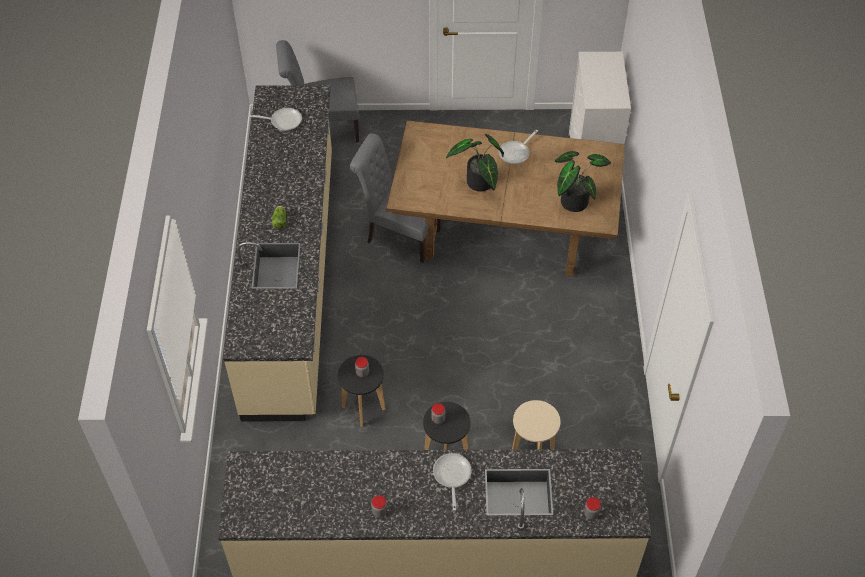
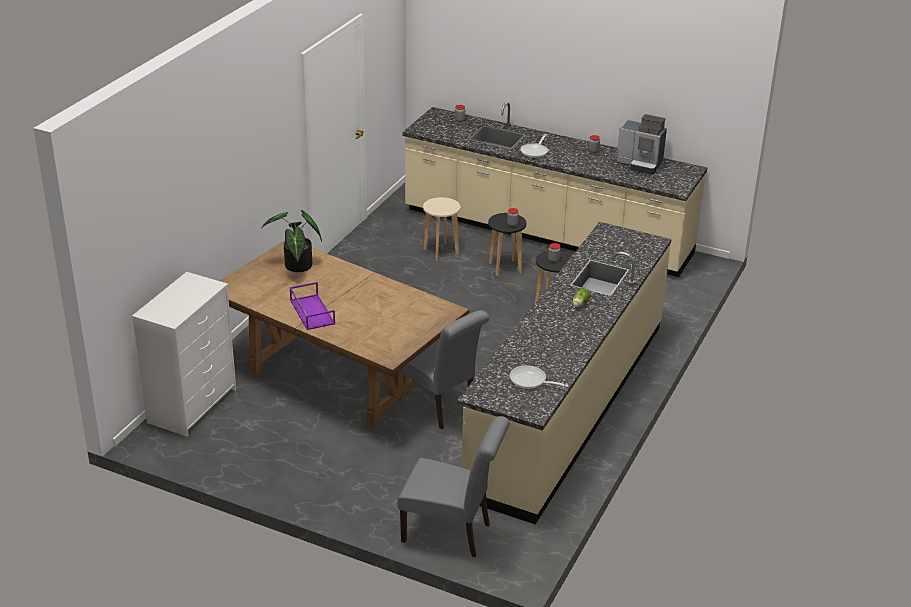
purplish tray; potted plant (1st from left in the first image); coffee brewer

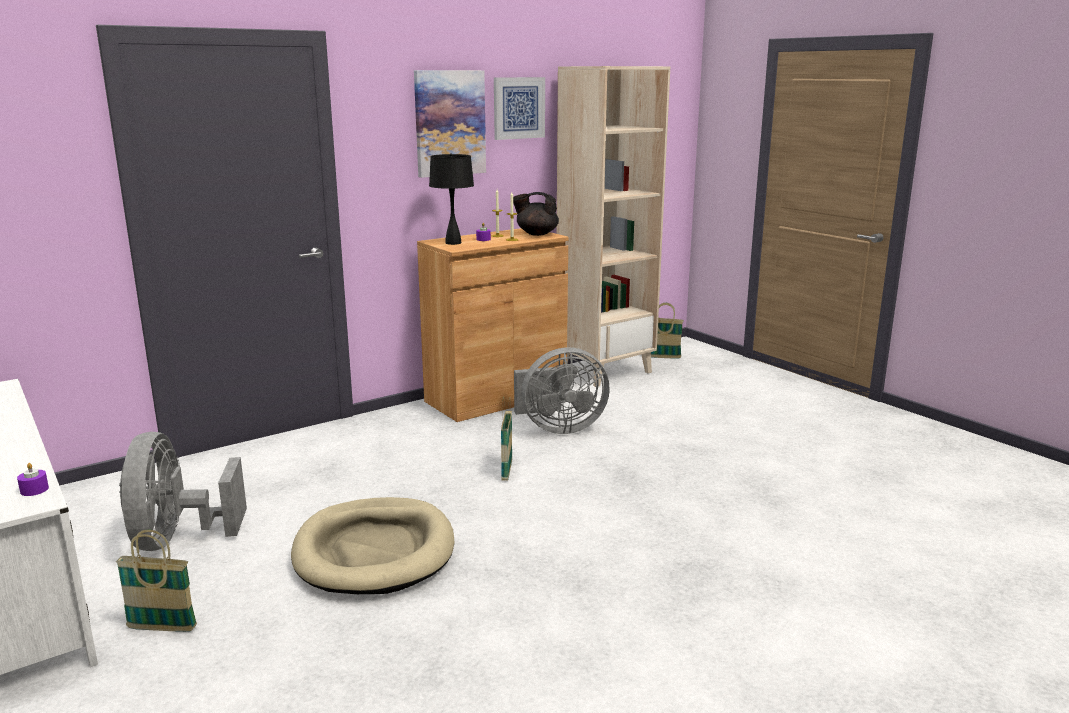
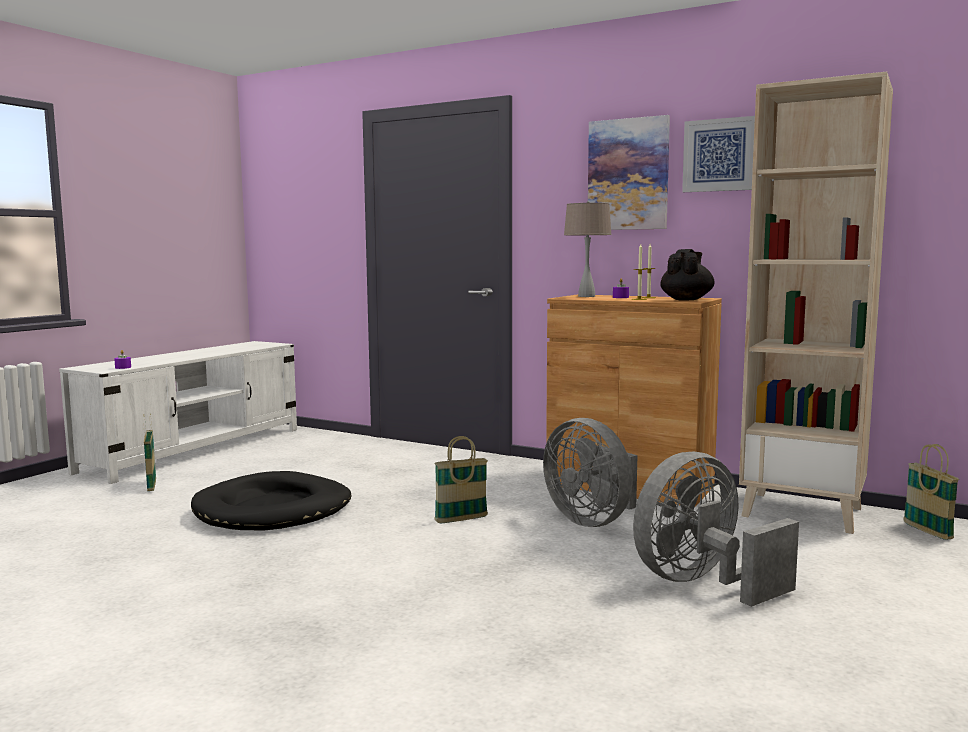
beige-coloured table lamp; blackish pot for tea; greyish electric fan (2nd from left); blackish dog cushion

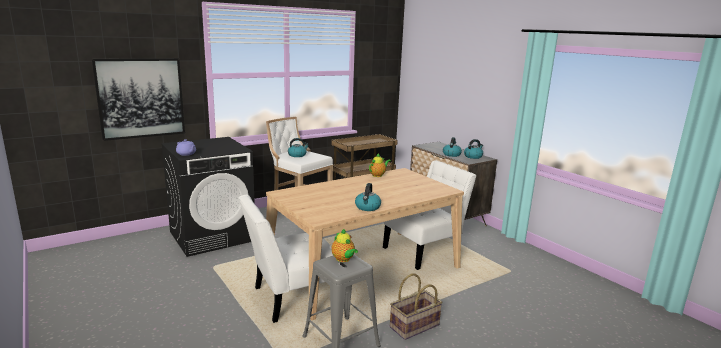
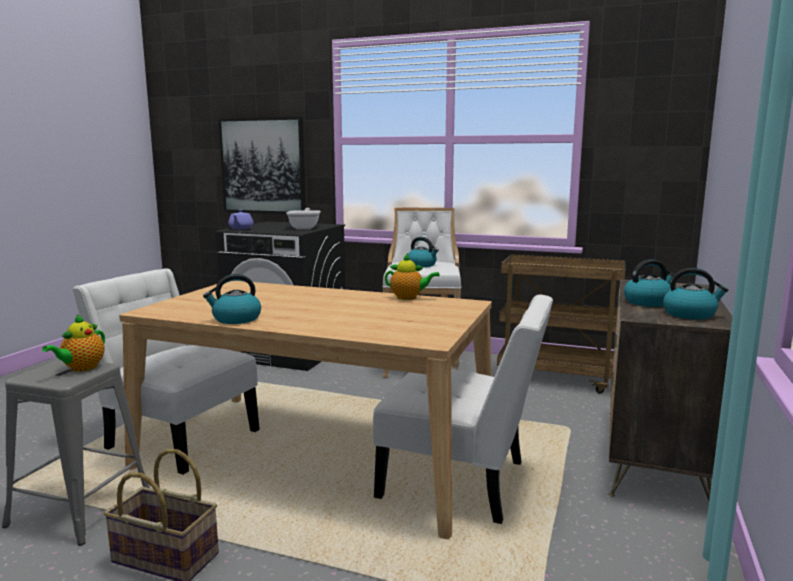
frying pan

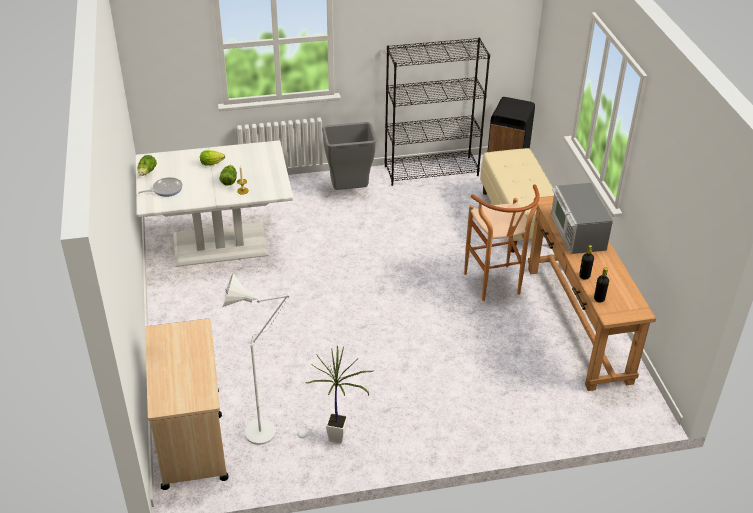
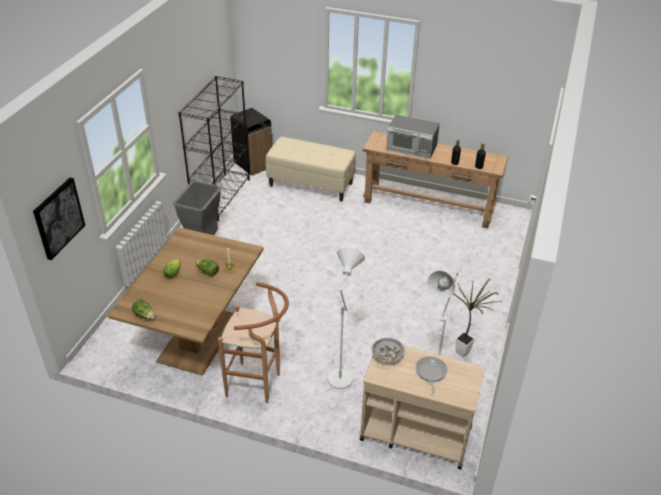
brown dining table; frying pan; brown sitting stool; picture; white-coloured standing lamp (1st from left); deep dish

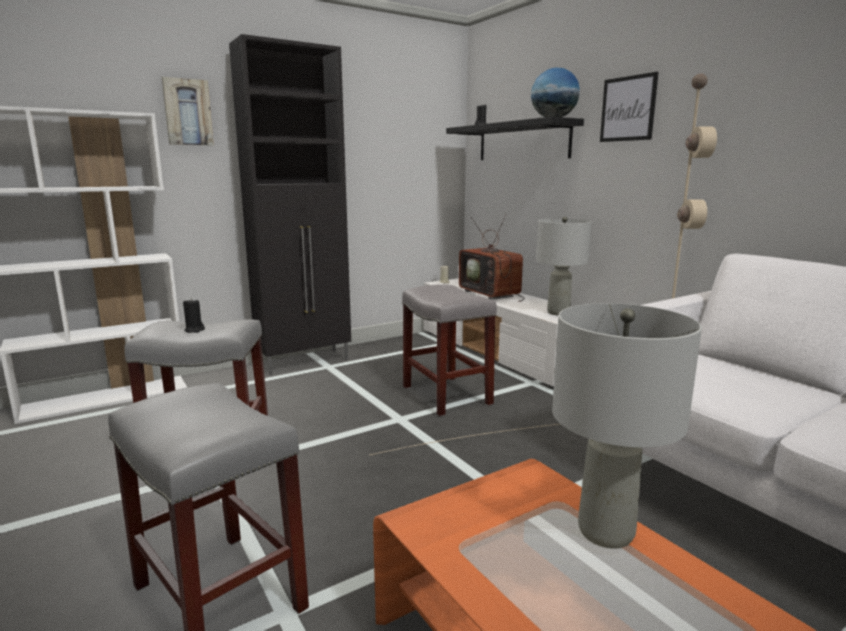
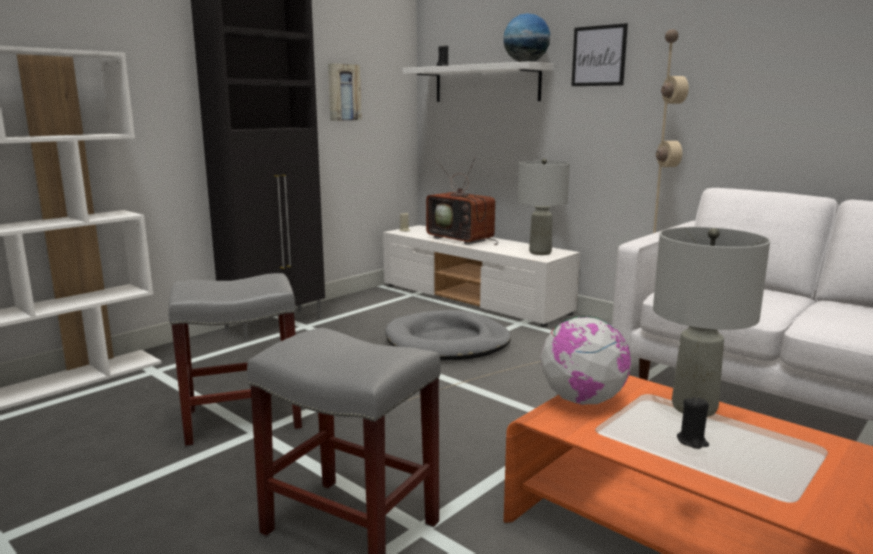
picture (1st from left); white-coloured bracket shelf; greyish dog cushion; blackish wax candle (2nd from left); globe (2nd from left)

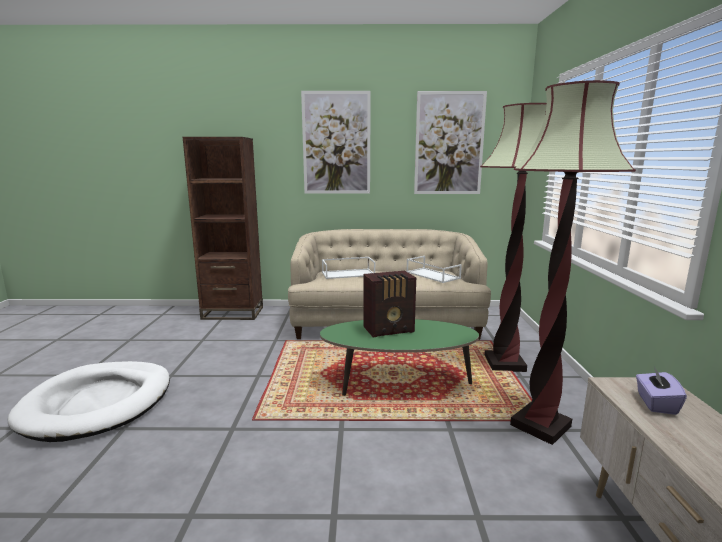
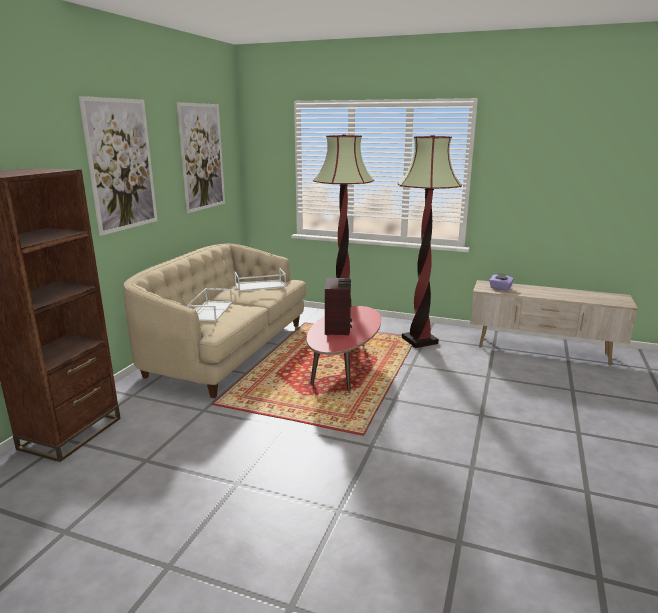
red-coloured low table; white-coloured dog cushion

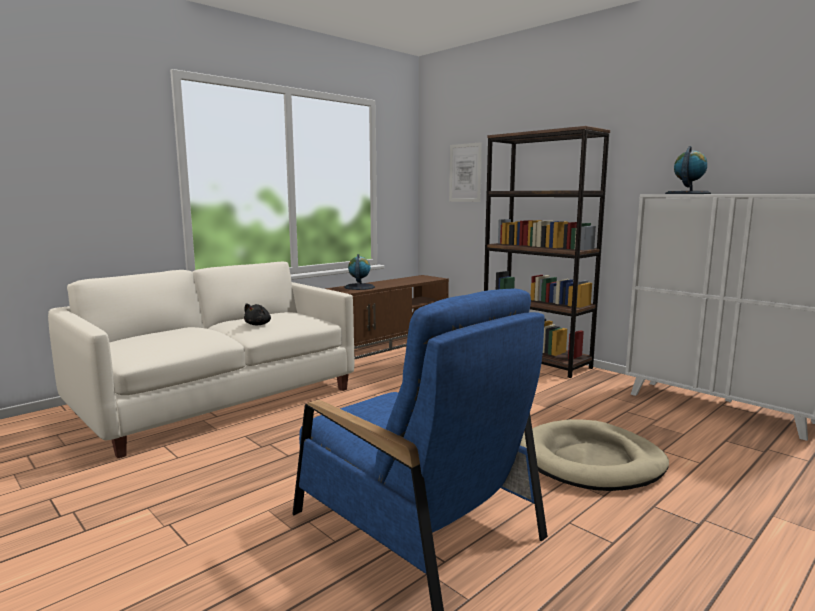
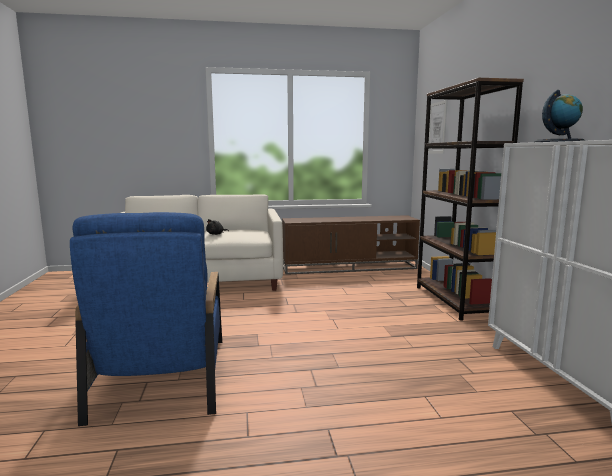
globe (1st from left in the first image); beige-coloured dog cushion

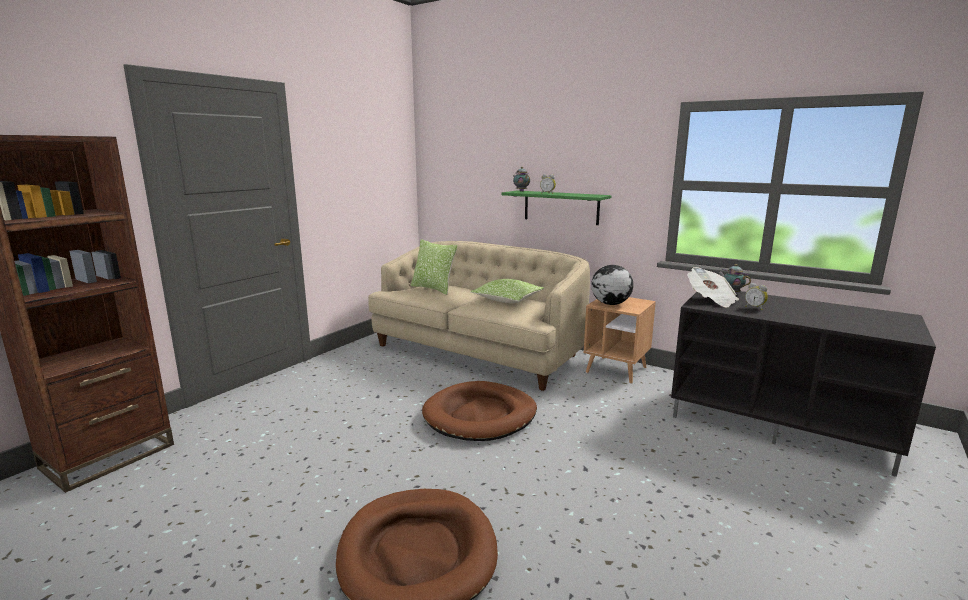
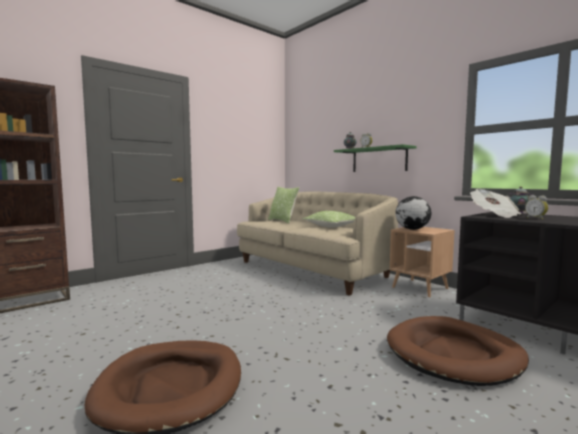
brown dog cushion (2nd from left)

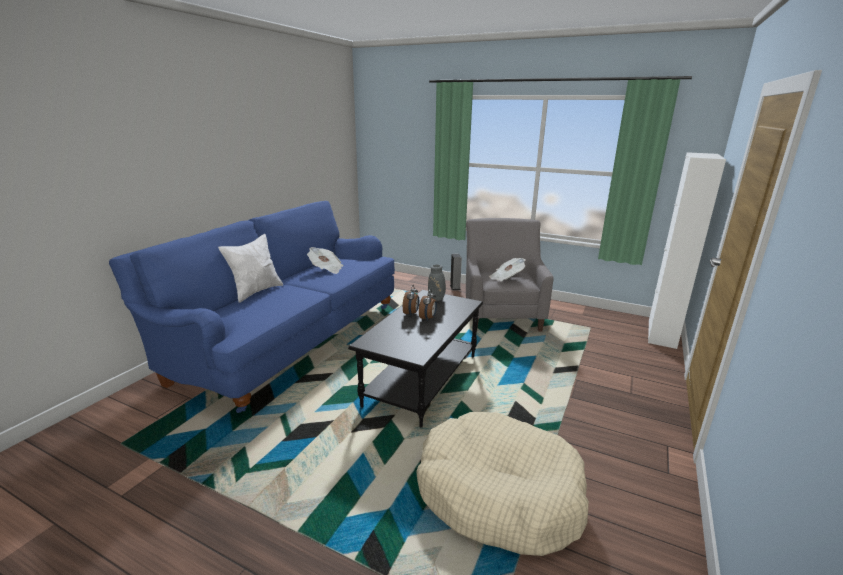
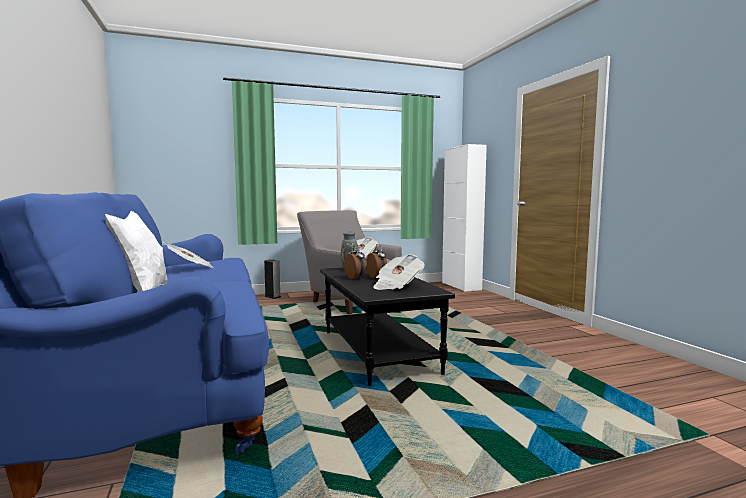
beige-coloured dog cushion; printed paper (3rd from left)

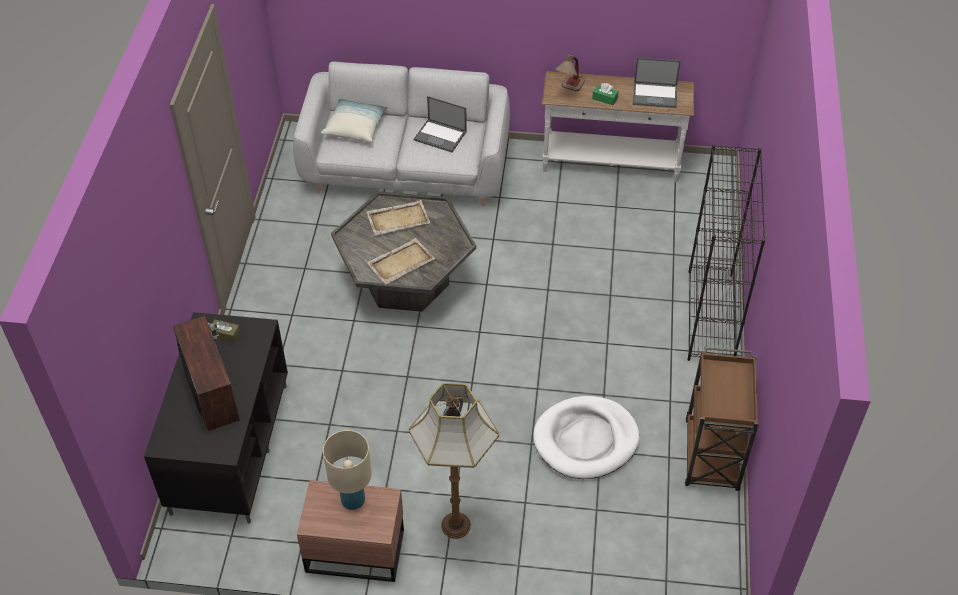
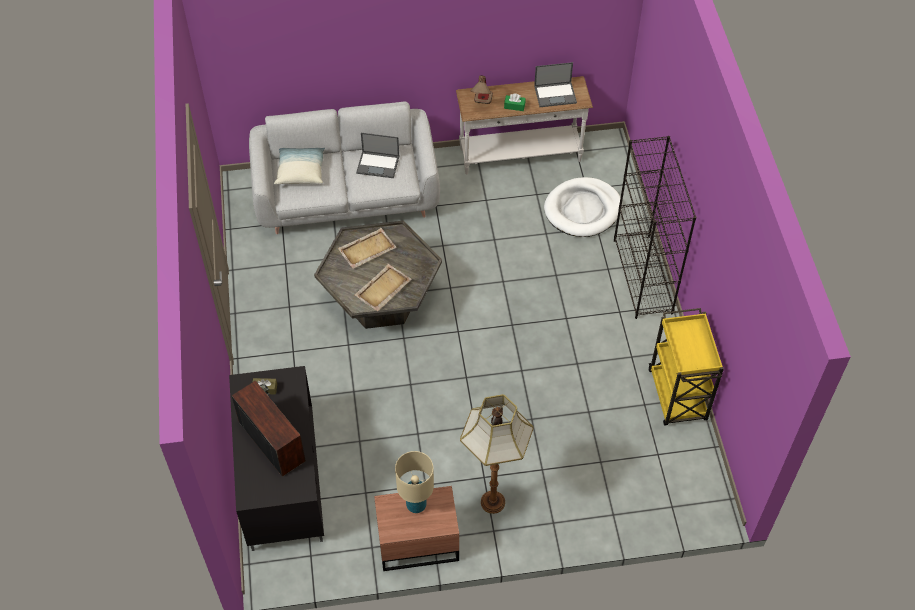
yellowish trolley; white-coloured dog cushion

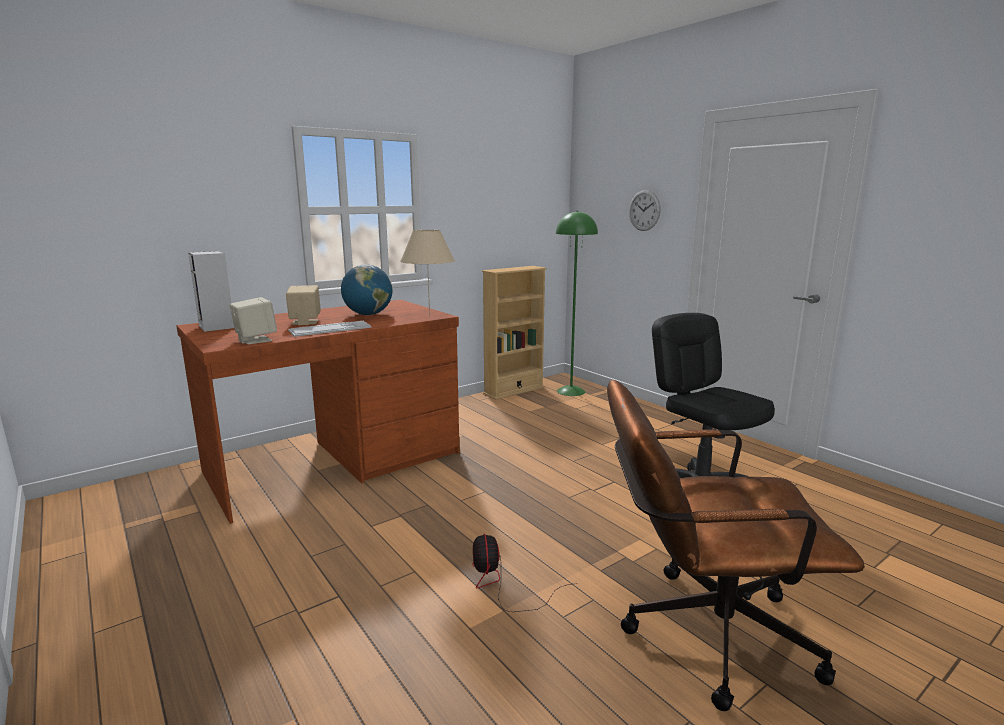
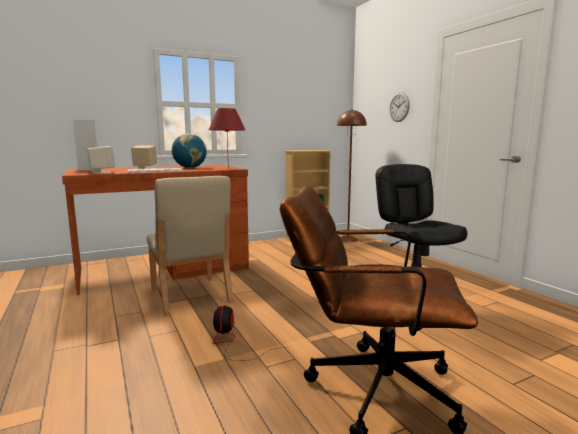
brown standing lamp; red-coloured table lamp; beige-coloured upright chair

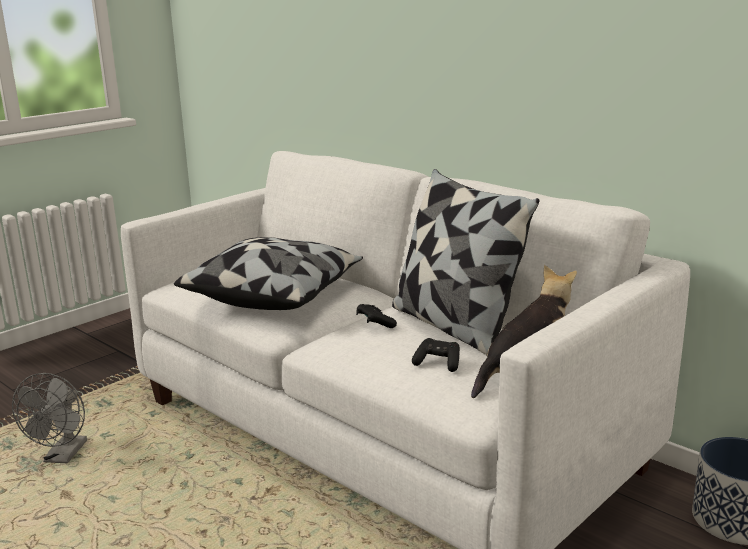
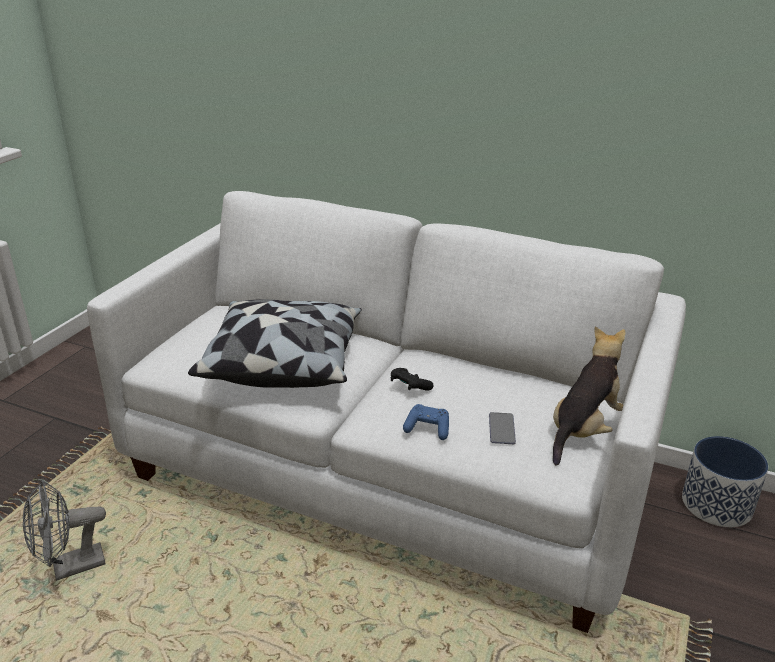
cushion (2nd from left in the first image); phone; greyish electric fan; blue-coloured gamepad

